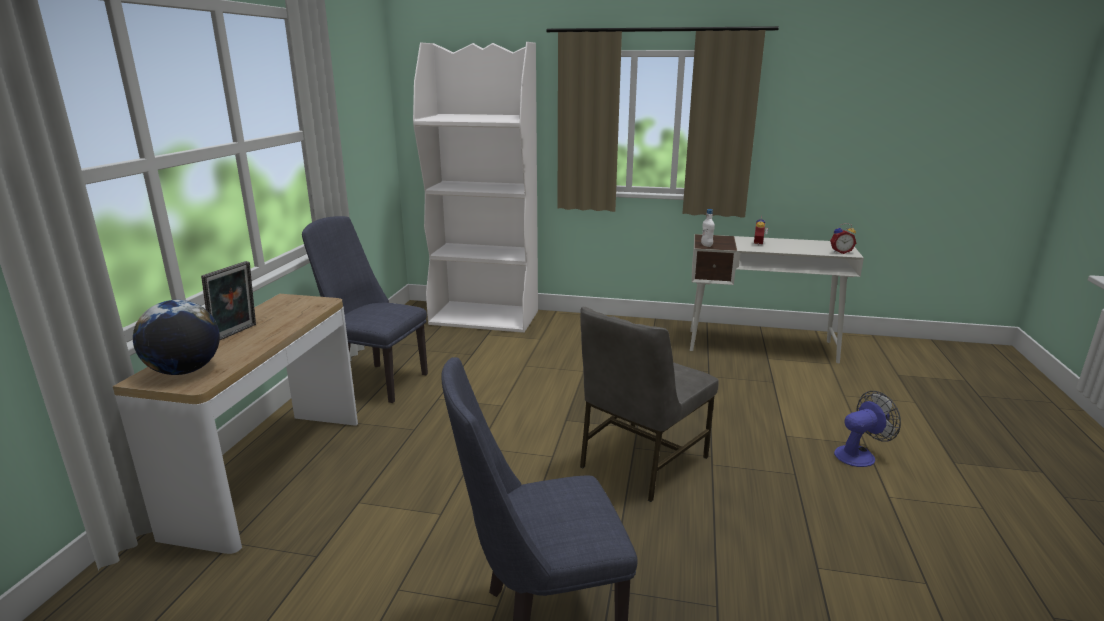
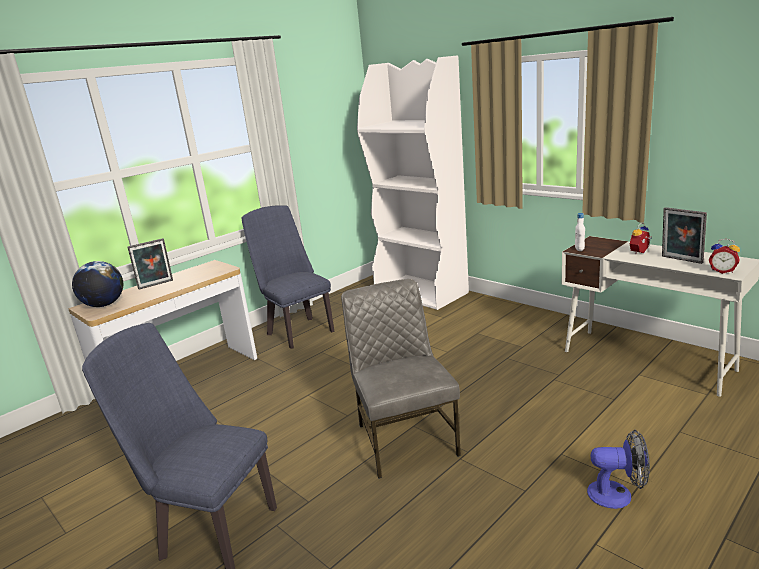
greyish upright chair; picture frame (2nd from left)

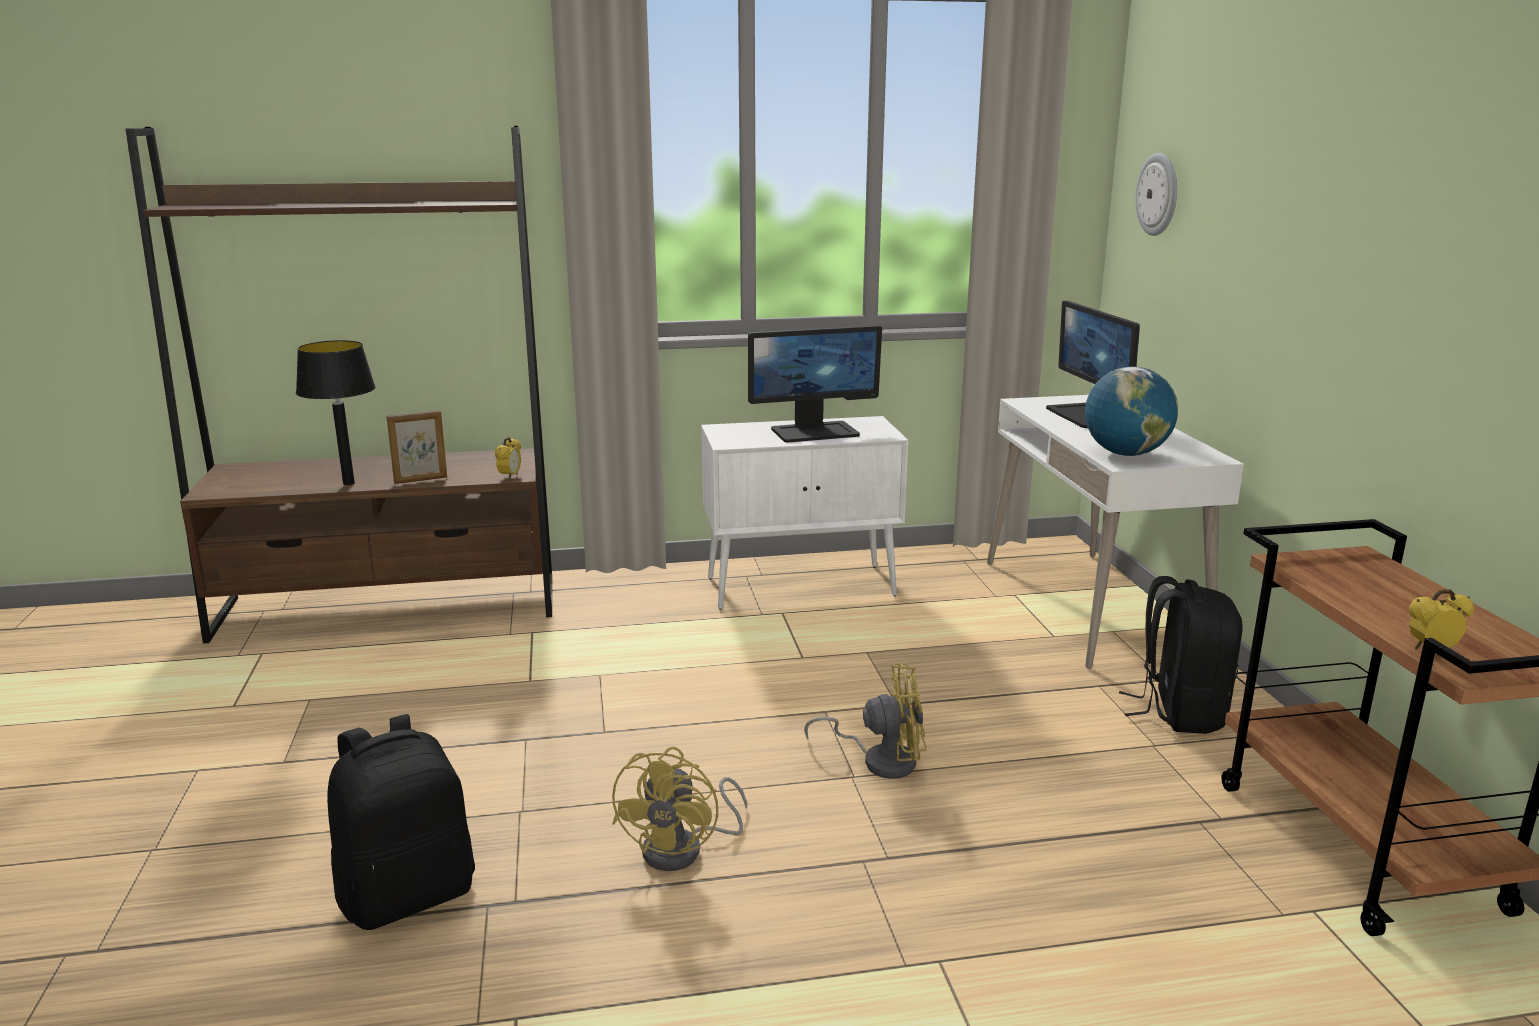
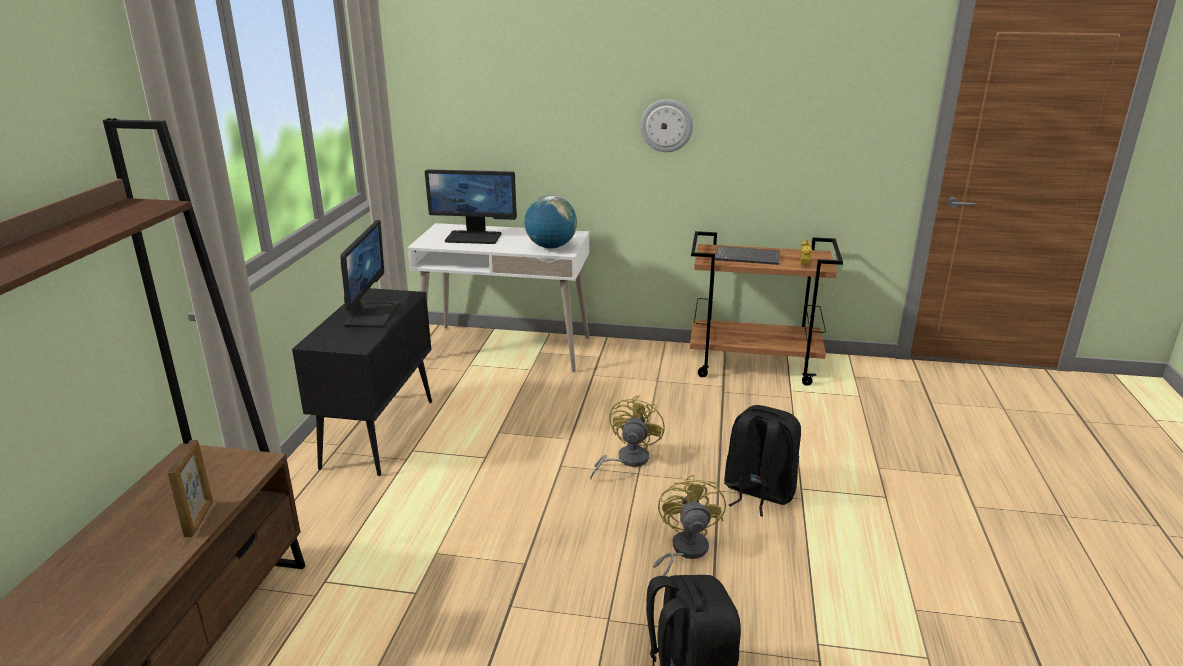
hanging clock; blackish table lamp; blackish storage cabinet; bedside clock (1st from left in the first image); blackish knapsack (2nd from left); yellowish electric fan (2nd from left); PC keyboard

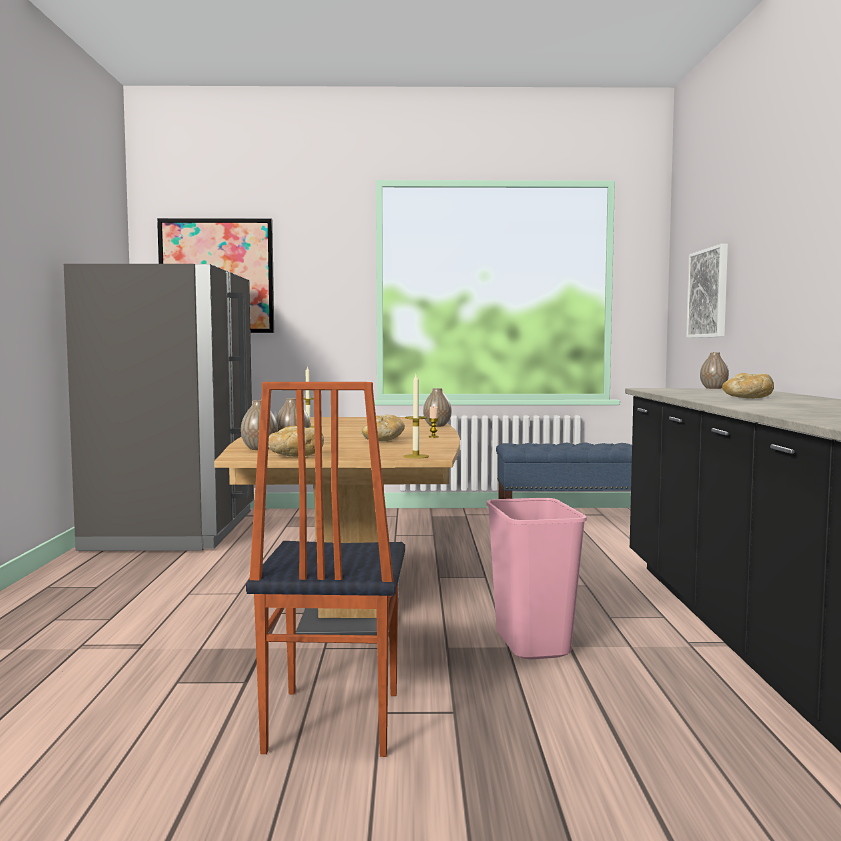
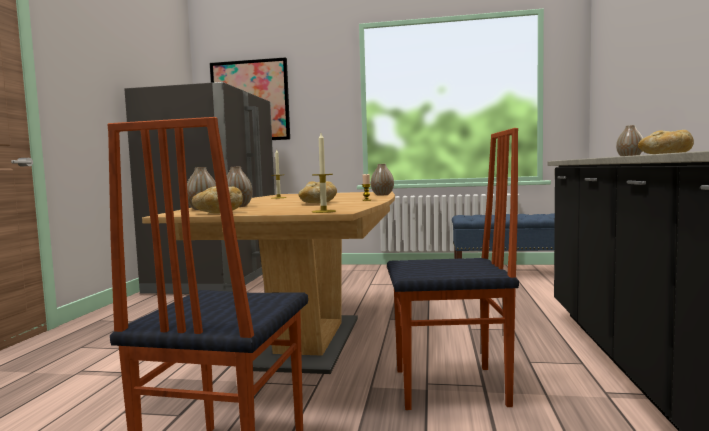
picture (2nd from left in the first image); upright chair (2nd from left)

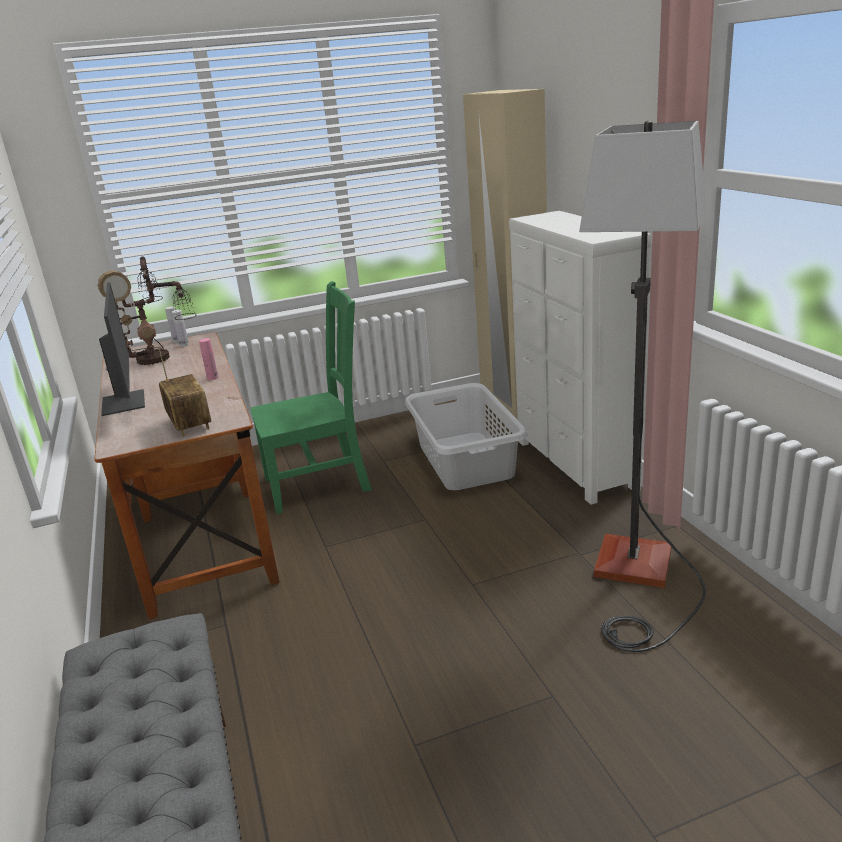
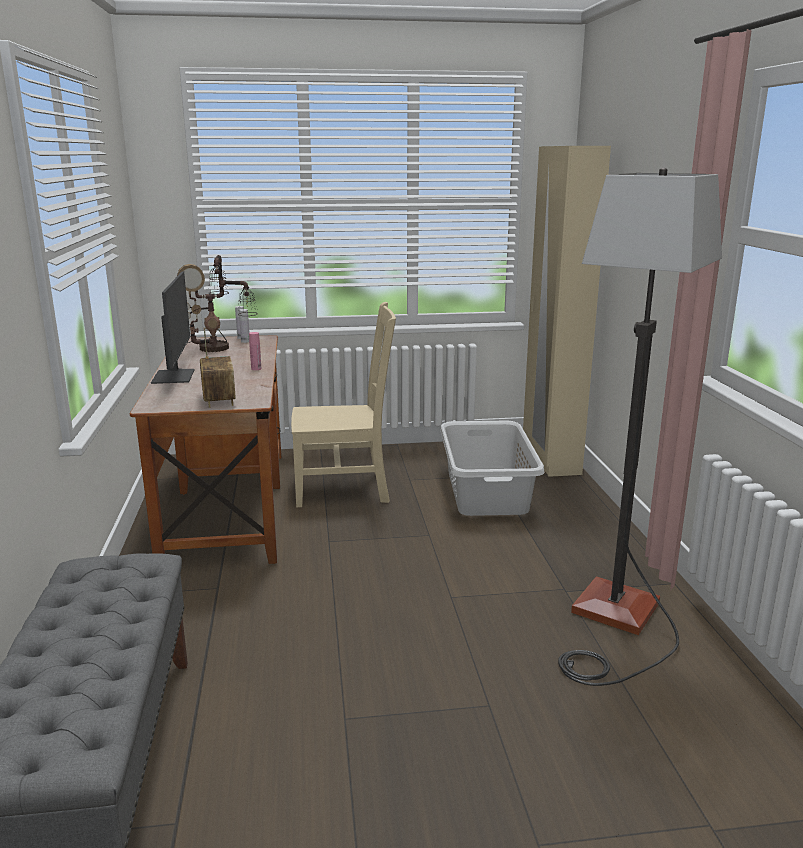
white-coloured chest of drawers; beige-coloured upright chair

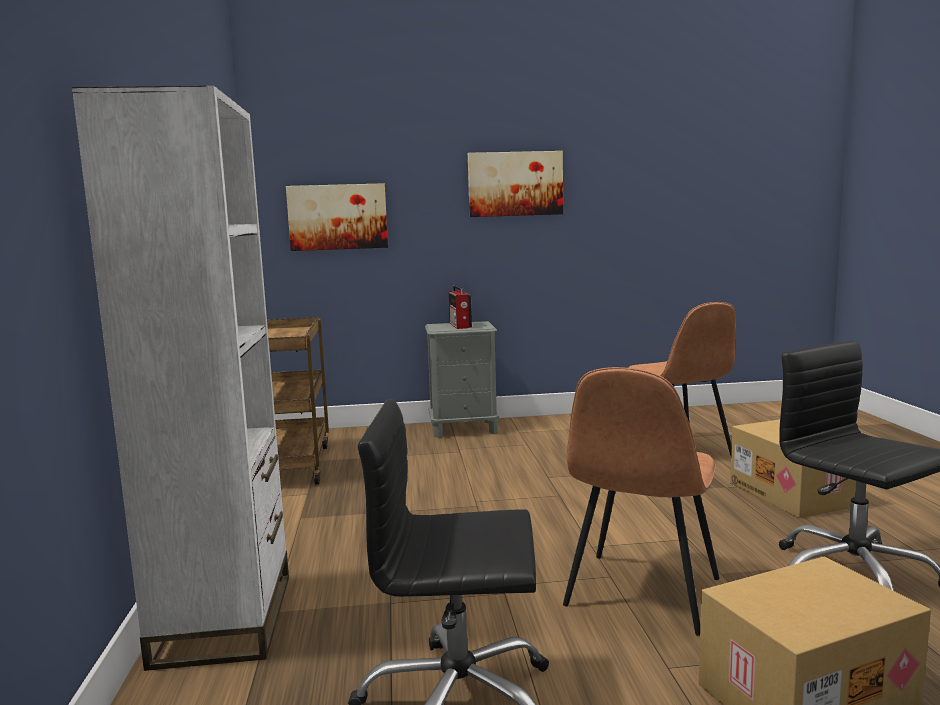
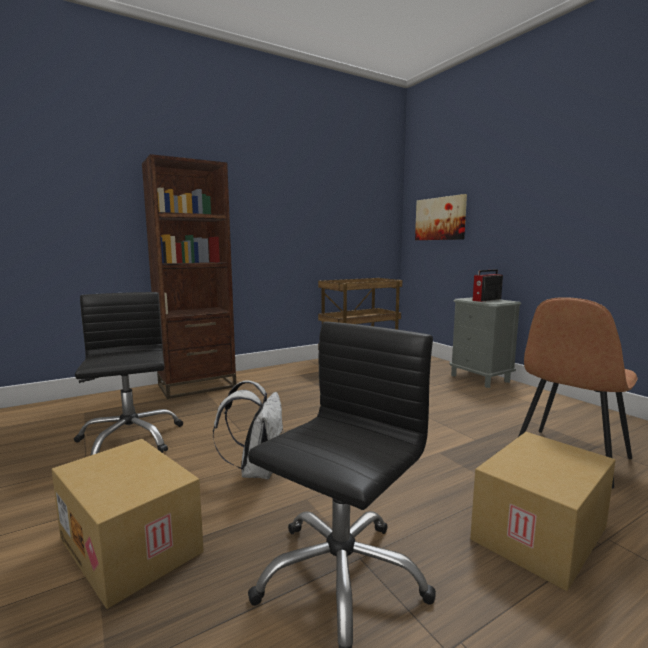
brown shelving unit; picture (2nd from left in the first image); white-coloured knapsack

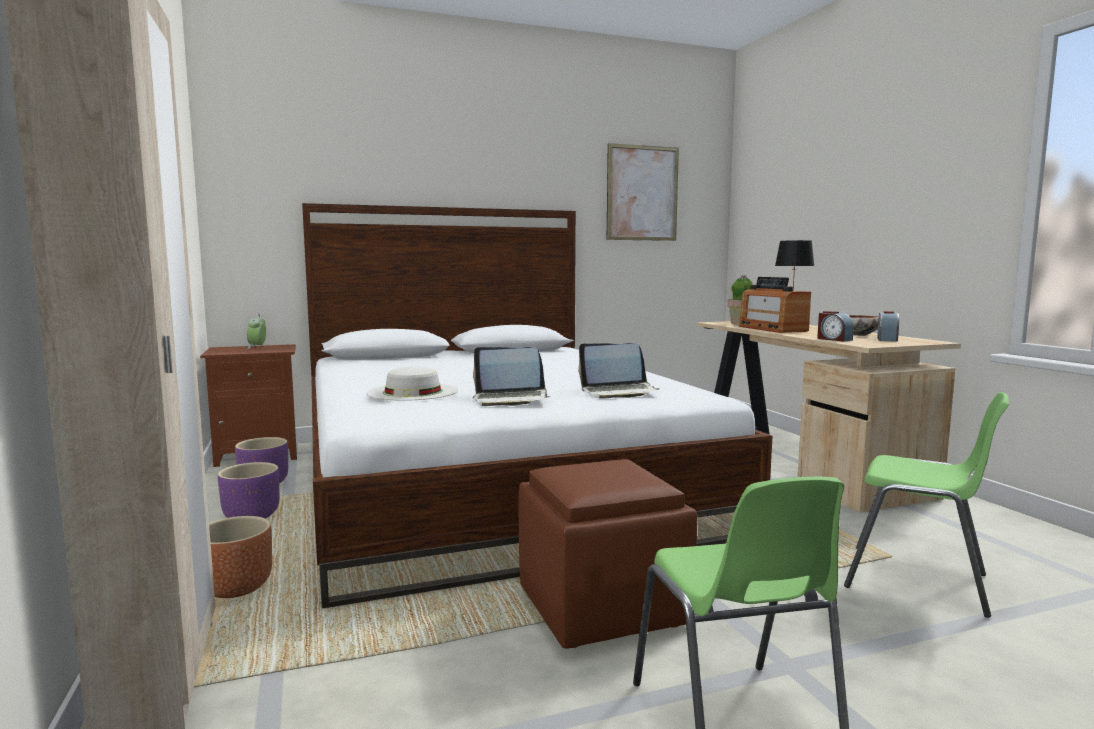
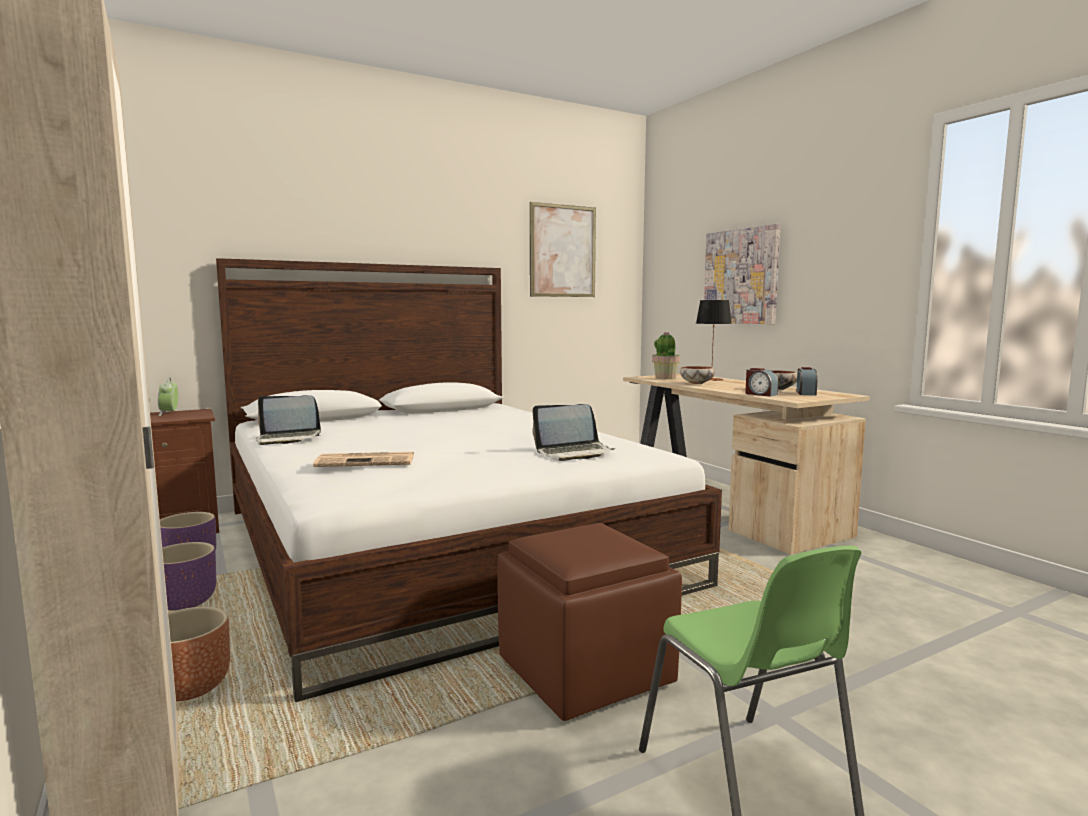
deep dish (1st from left); notebook computer (1st from left); printed paper; green-coloured upright chair (2nd from left in the first image); picture (2nd from left)

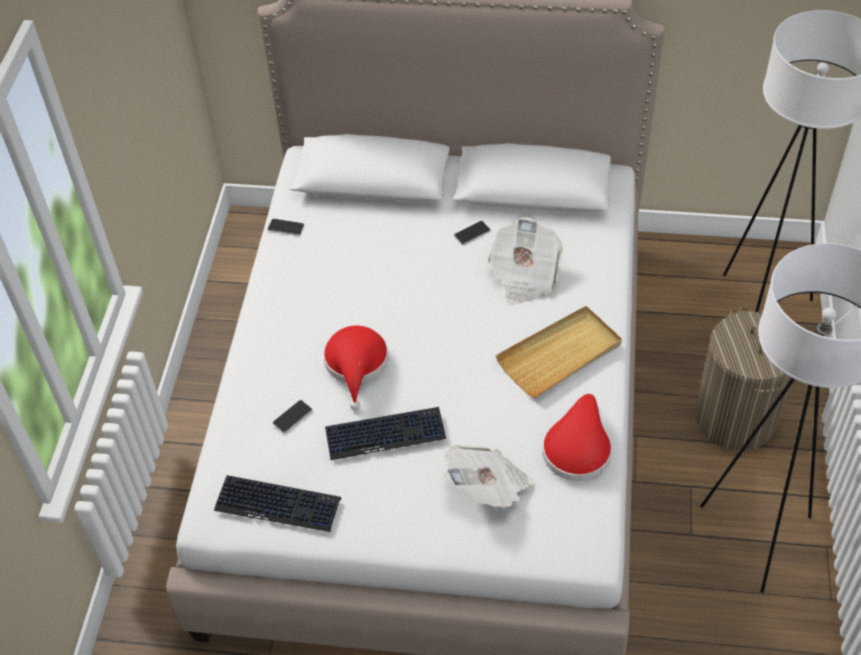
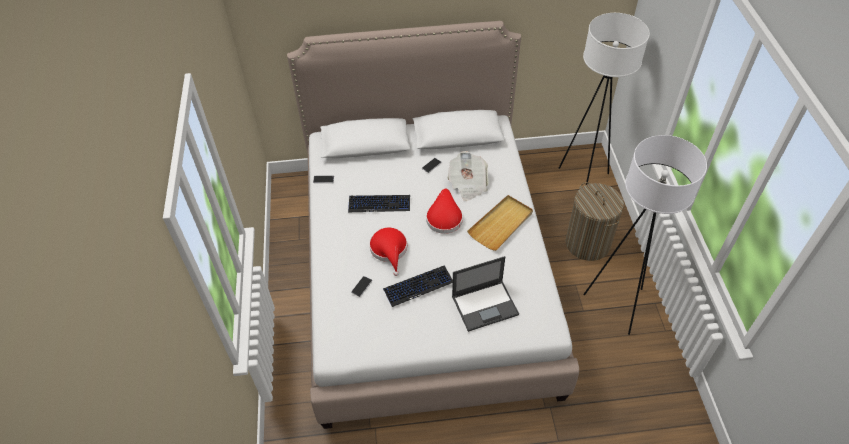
red-coloured clothing hat (2nd from left); notebook computer; PC keyboard (1st from left)

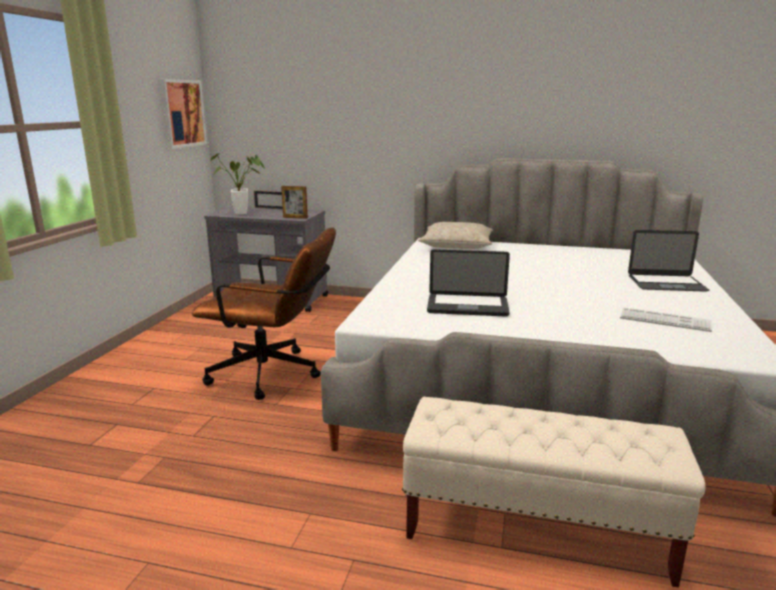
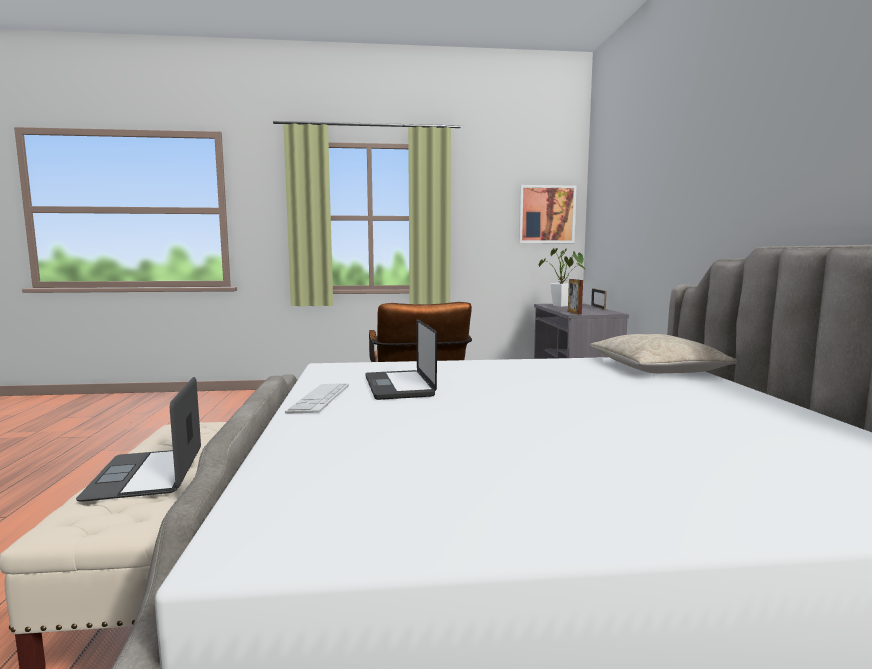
notebook computer (1st from left); PC keyboard

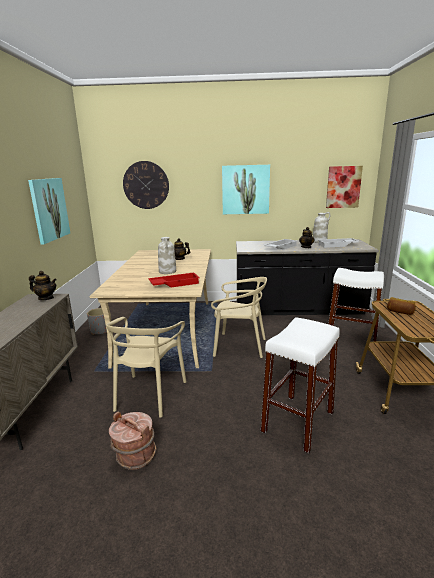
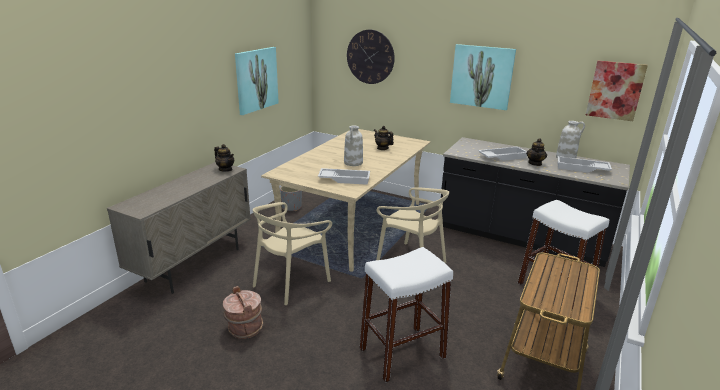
white-coloured tray (1st from left); baked bread

